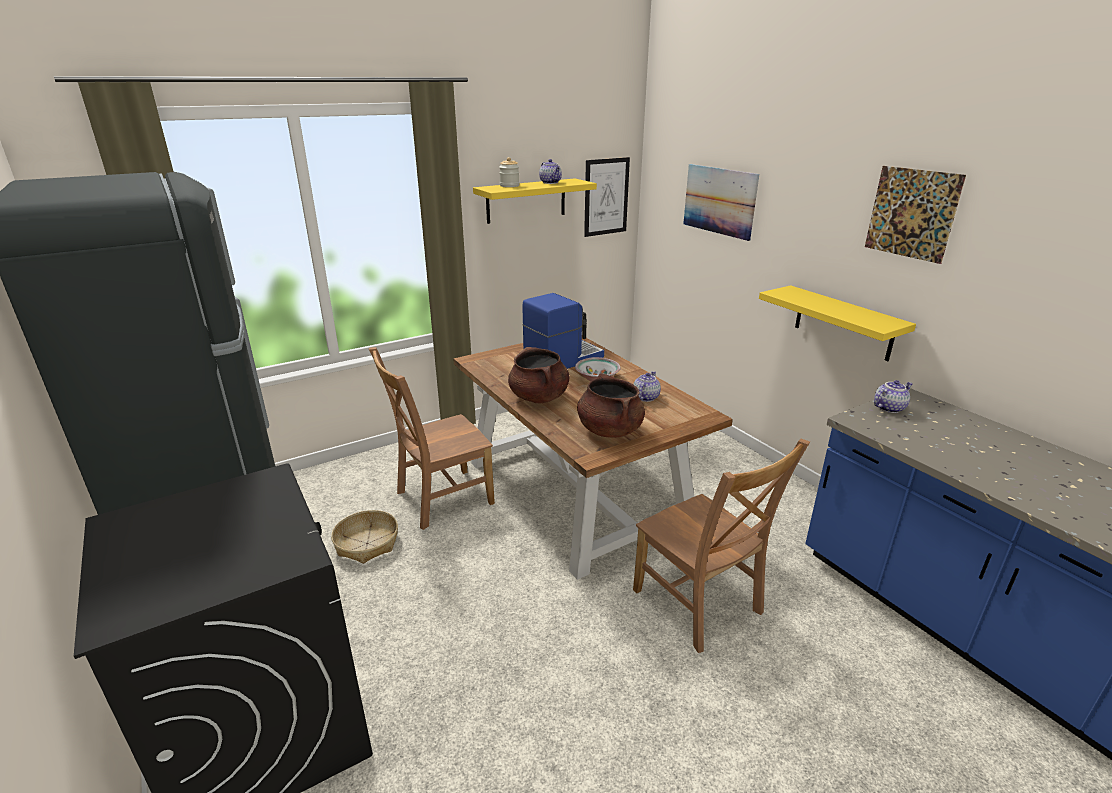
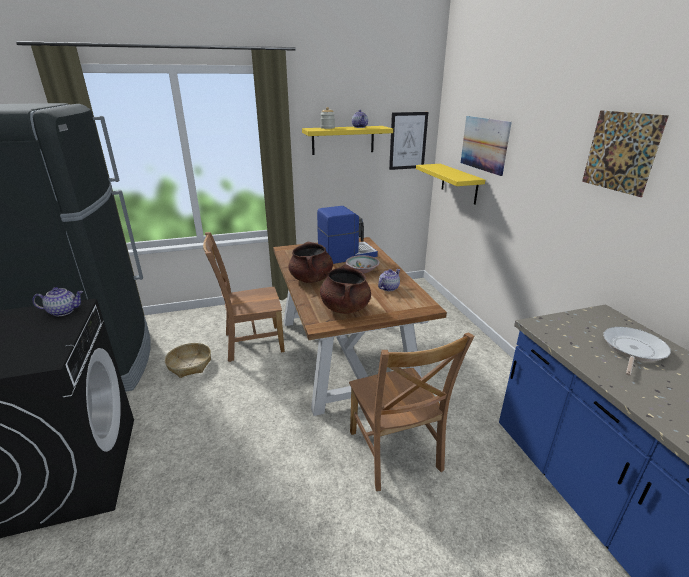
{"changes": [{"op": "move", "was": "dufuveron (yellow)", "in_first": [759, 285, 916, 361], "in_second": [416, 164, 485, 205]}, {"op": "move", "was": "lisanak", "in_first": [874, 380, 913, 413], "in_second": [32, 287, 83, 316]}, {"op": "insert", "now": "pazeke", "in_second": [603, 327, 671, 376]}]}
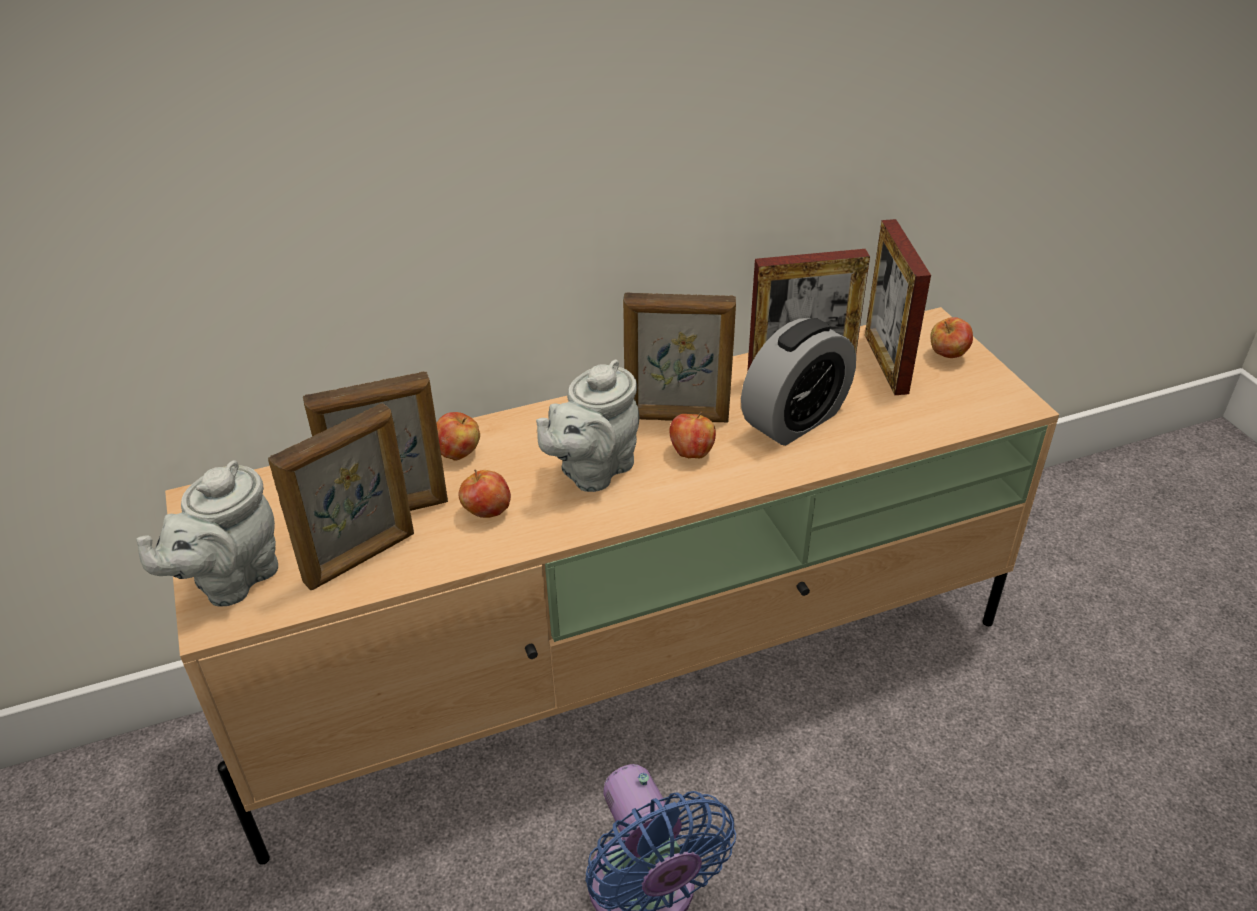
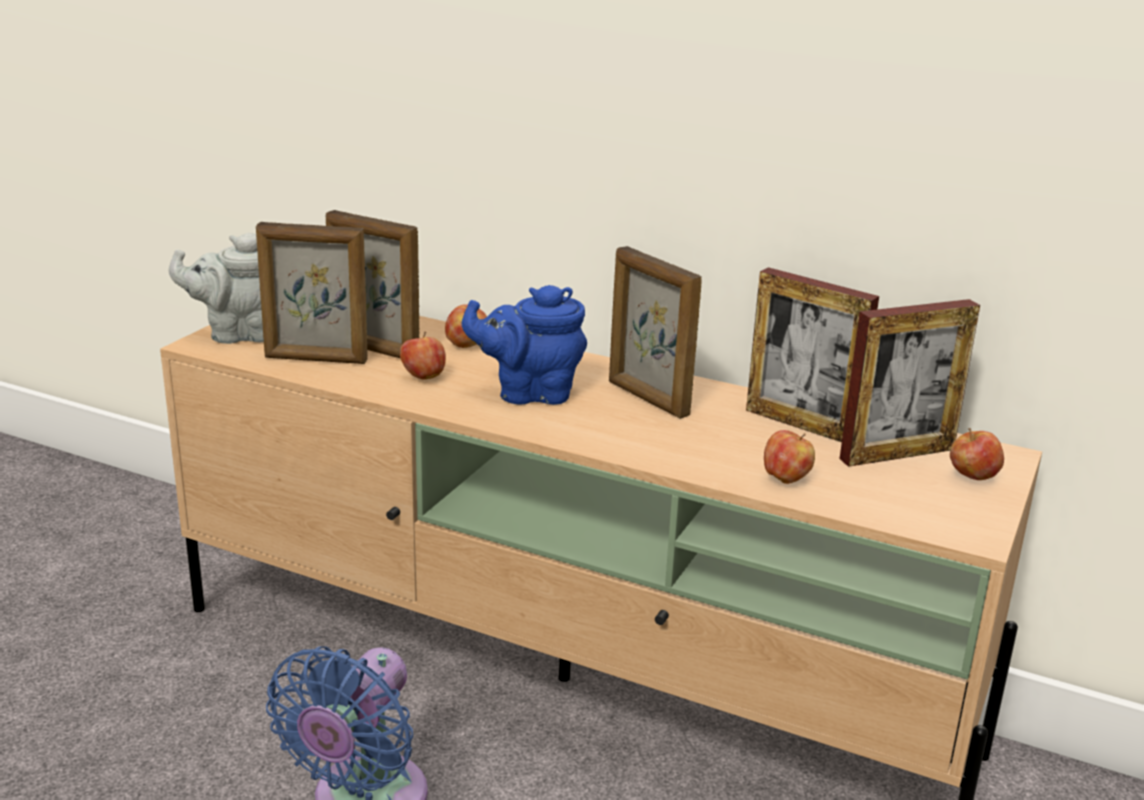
{"changes": [{"op": "rotate", "was": "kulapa", "in_first": [865, 219, 931, 395], "in_second": [839, 299, 980, 467], "clockwise": -150}, {"op": "delete", "was": "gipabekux", "in_first": [741, 318, 856, 446]}, {"op": "recolor", "was": "lisanak (grey)", "now": "lisanak (blue)", "in_first": [536, 360, 639, 492], "in_second": [462, 285, 587, 405]}, {"op": "move", "was": "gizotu", "in_first": [669, 412, 716, 458], "in_second": [764, 430, 815, 484]}]}
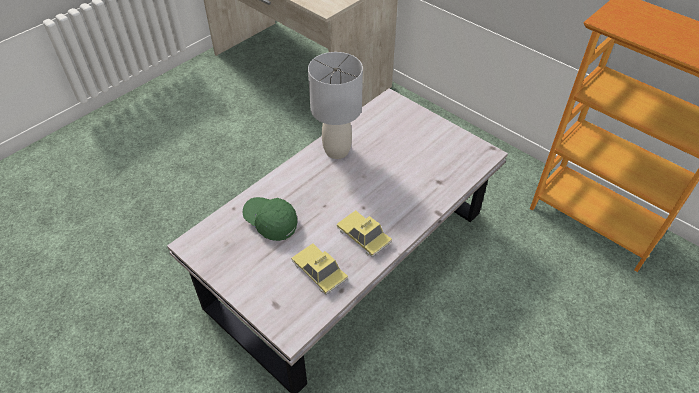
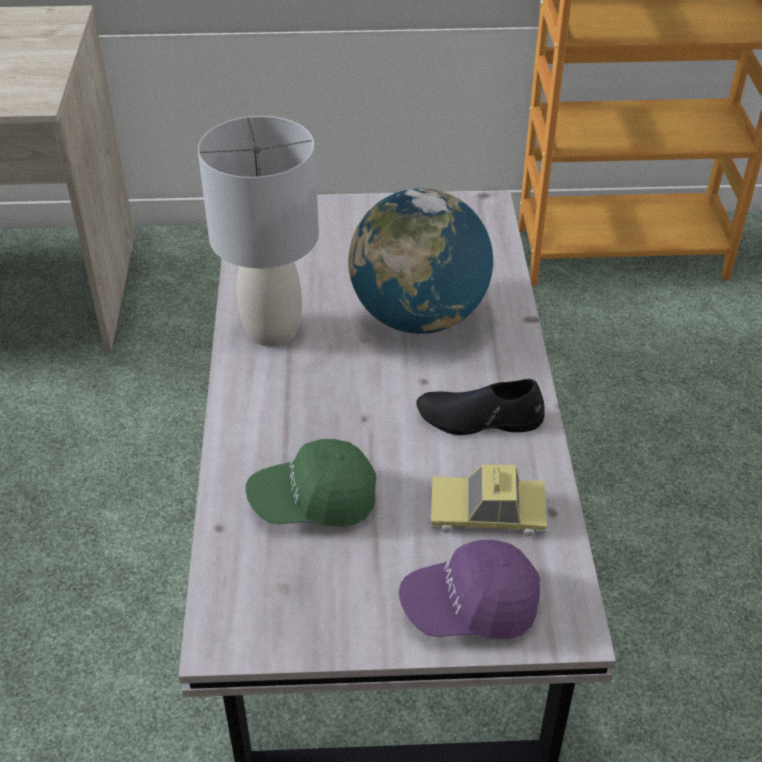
{"changes": [{"op": "replace", "was": "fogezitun", "now": "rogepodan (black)", "in_first": [337, 210, 392, 257], "in_second": [416, 379, 545, 435]}, {"op": "insert", "now": "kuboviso", "in_second": [348, 188, 493, 334]}, {"op": "insert", "now": "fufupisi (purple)", "in_second": [399, 540, 540, 639]}]}
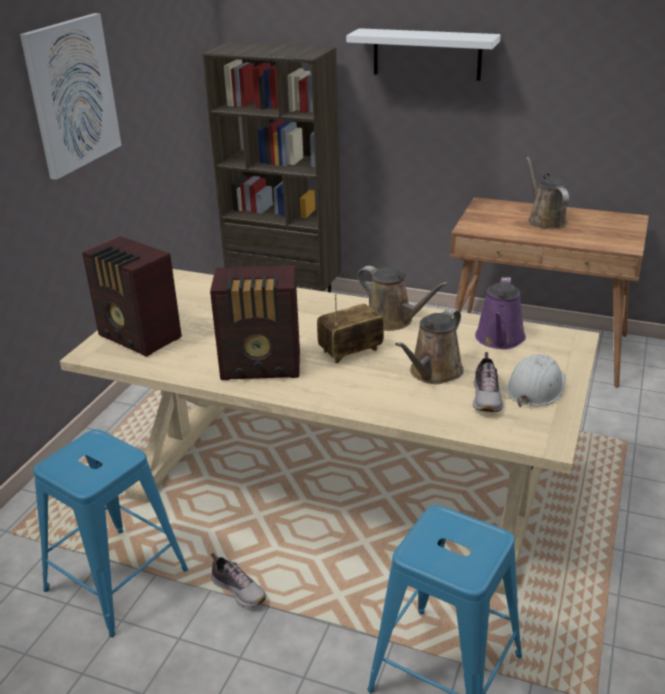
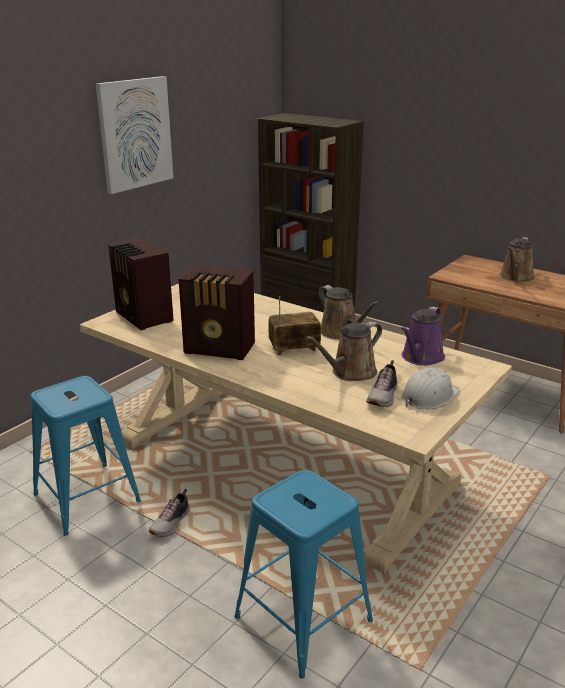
{"changes": [{"op": "delete", "was": "dufuveron (white)", "in_first": [346, 28, 501, 81]}, {"op": "rotate", "was": "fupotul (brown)", "in_first": [526, 157, 569, 229], "in_second": [499, 237, 535, 282], "clockwise": -150}, {"op": "rotate", "was": "rogepodan", "in_first": [211, 553, 266, 608], "in_second": [149, 489, 190, 537], "clockwise": 60}]}
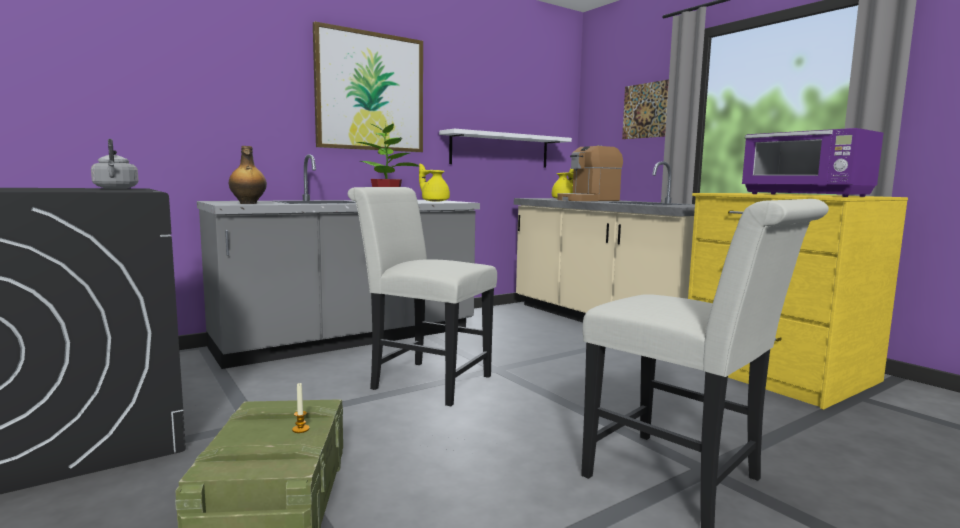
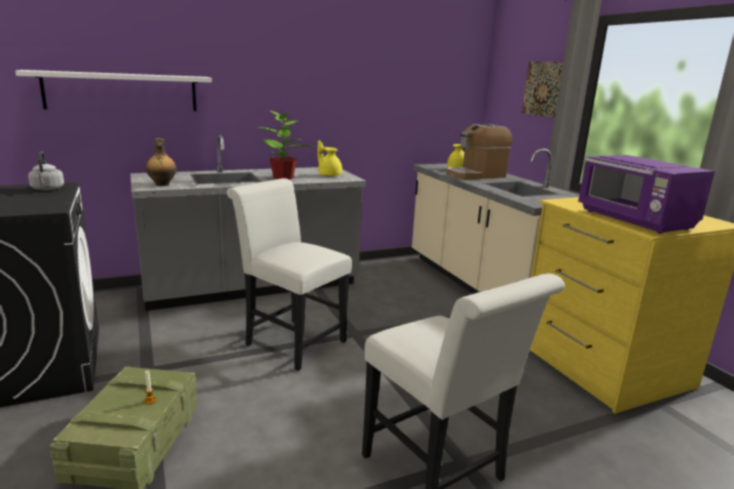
{"changes": [{"op": "delete", "was": "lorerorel", "in_first": [313, 21, 423, 152]}, {"op": "move", "was": "dufuveron (white)", "in_first": [439, 129, 572, 168], "in_second": [16, 70, 212, 111]}]}
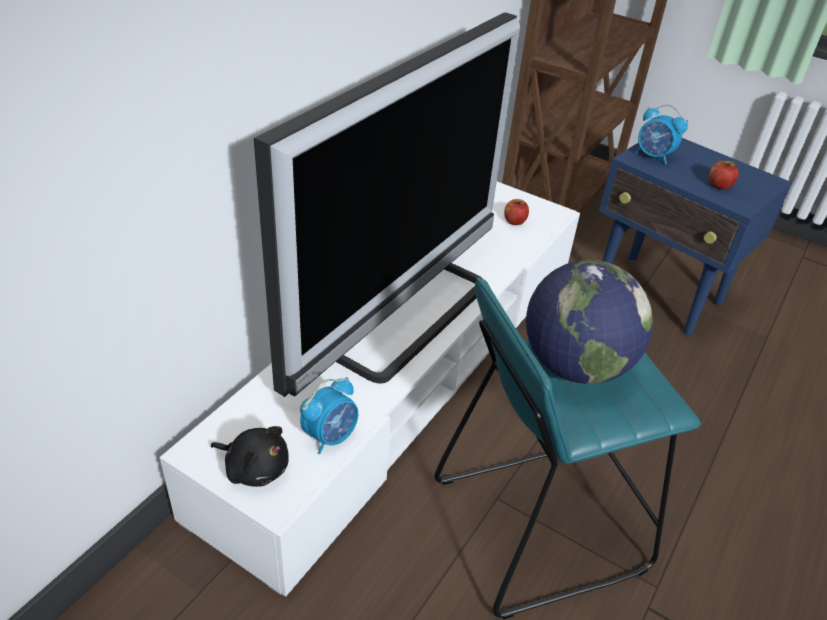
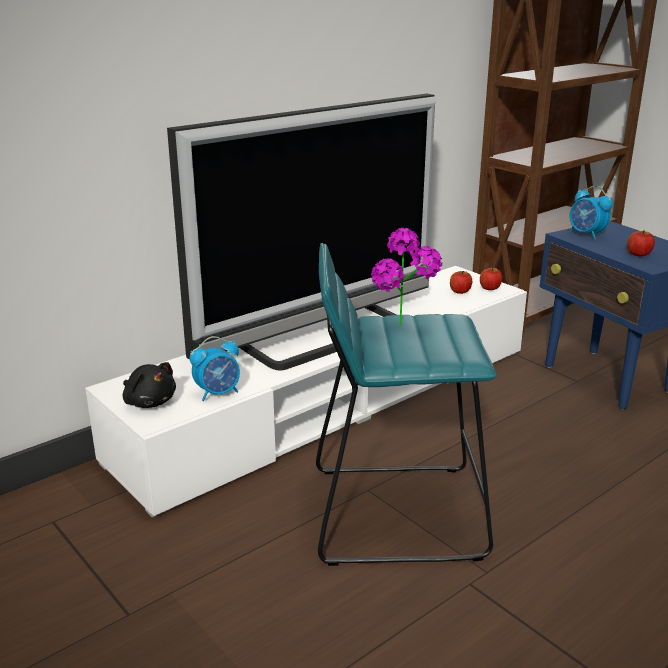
{"changes": [{"op": "replace", "was": "kuboviso", "now": "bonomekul", "in_first": [526, 260, 653, 384], "in_second": [371, 228, 442, 326]}, {"op": "insert", "now": "gizotu", "in_second": [480, 268, 502, 290]}]}
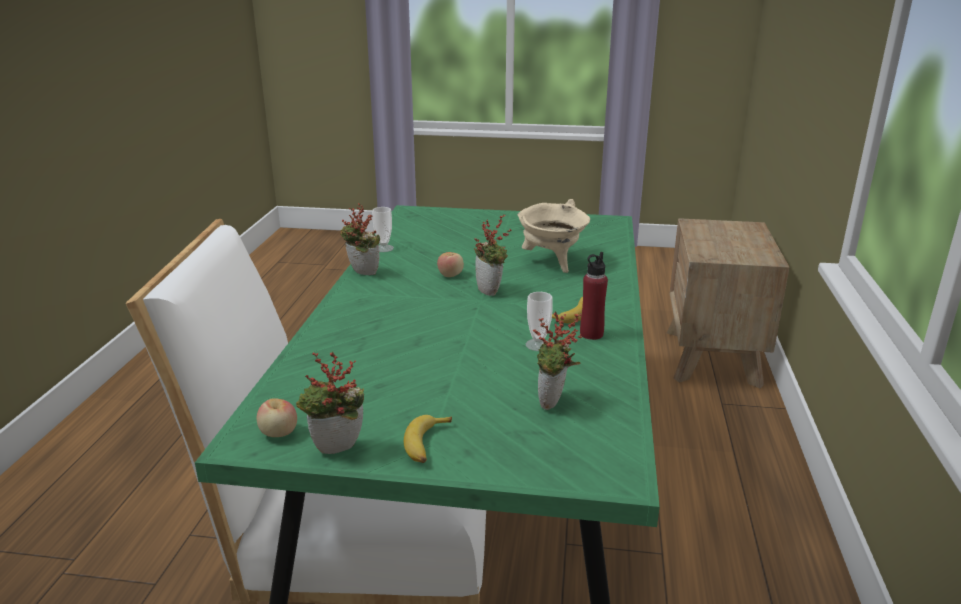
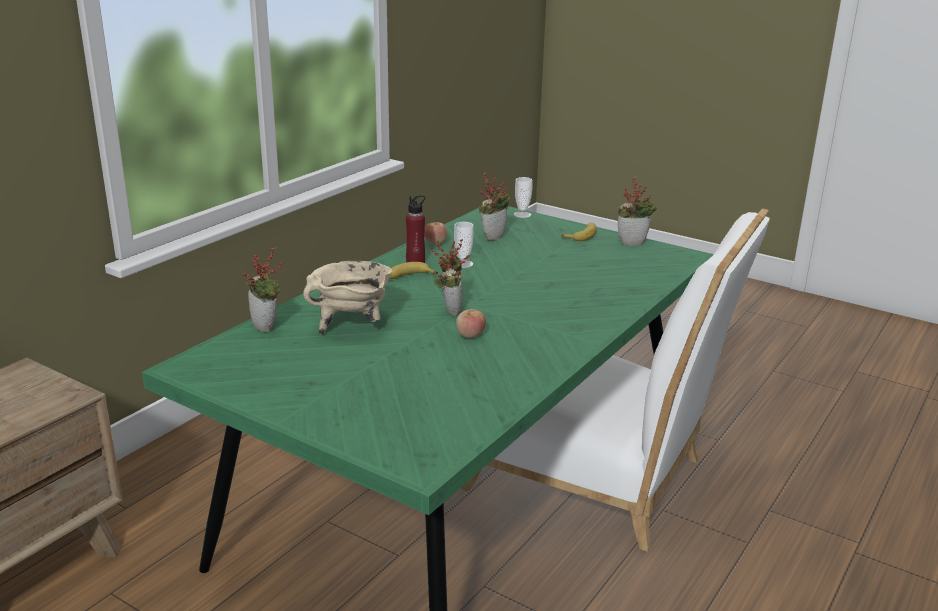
{"changes": [{"op": "move", "was": "bonomekul", "in_first": [340, 203, 380, 275], "in_second": [244, 246, 283, 332]}, {"op": "move", "was": "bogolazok", "in_first": [372, 207, 394, 252], "in_second": [514, 177, 532, 218]}, {"op": "move", "was": "gizotu", "in_first": [257, 398, 297, 437], "in_second": [424, 222, 447, 245]}]}
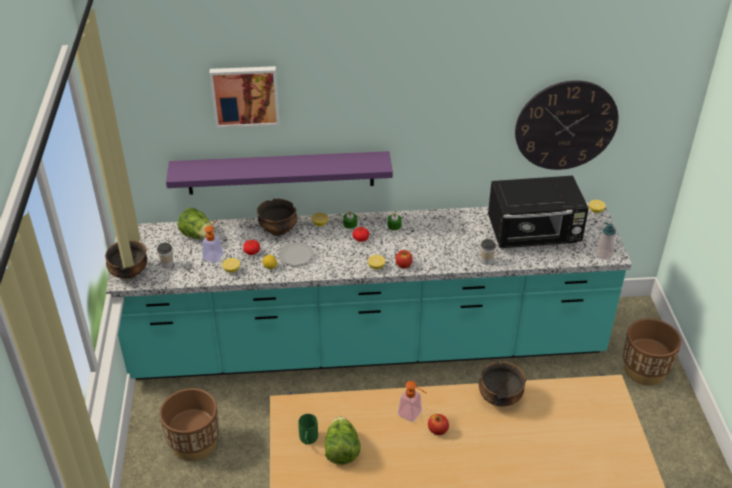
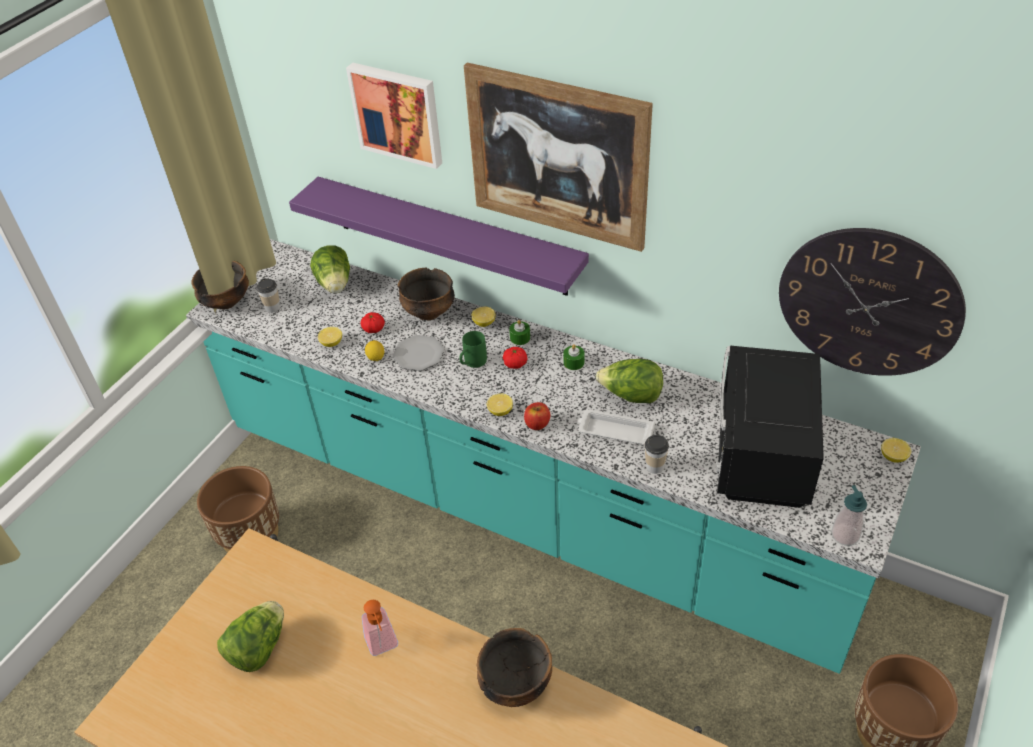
{"changes": [{"op": "rotate", "was": "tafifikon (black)", "in_first": [488, 176, 589, 248], "in_second": [716, 346, 824, 508], "clockwise": 75}, {"op": "delete", "was": "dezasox", "in_first": [202, 220, 223, 263]}, {"op": "move", "was": "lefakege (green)", "in_first": [298, 414, 318, 445], "in_second": [459, 331, 487, 368]}, {"op": "delete", "was": "gizotu", "in_first": [428, 414, 449, 435]}, {"op": "insert", "now": "lorerorel", "in_second": [464, 63, 653, 252]}, {"op": "insert", "now": "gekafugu", "in_second": [596, 359, 663, 403]}, {"op": "insert", "now": "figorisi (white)", "in_second": [578, 409, 655, 445]}]}
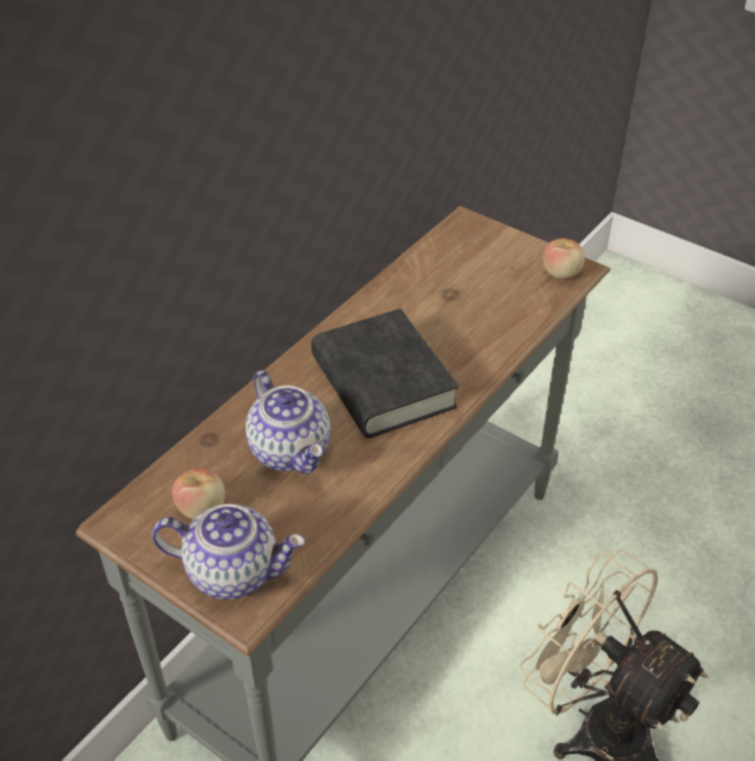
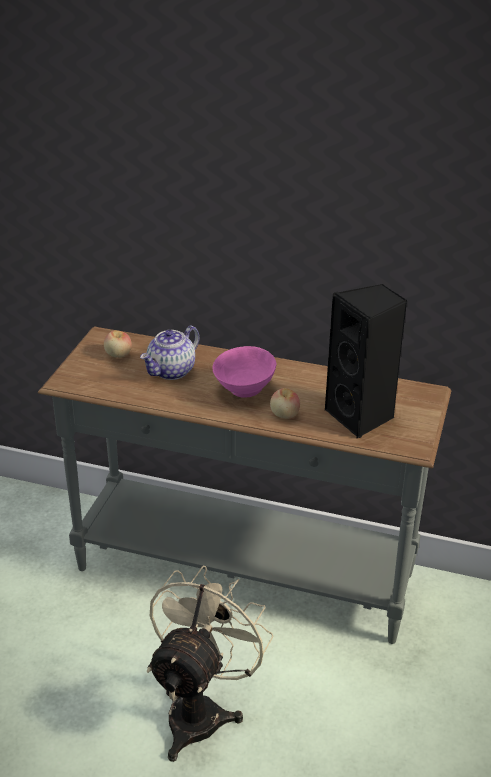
{"changes": [{"op": "move", "was": "gizotu", "in_first": [543, 238, 585, 278], "in_second": [270, 388, 300, 419]}, {"op": "replace", "was": "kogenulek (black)", "now": "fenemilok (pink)", "in_first": [311, 309, 459, 438], "in_second": [212, 346, 276, 398]}, {"op": "delete", "was": "lisanak", "in_first": [152, 504, 305, 600]}, {"op": "insert", "now": "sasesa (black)", "in_second": [325, 284, 407, 438]}]}
